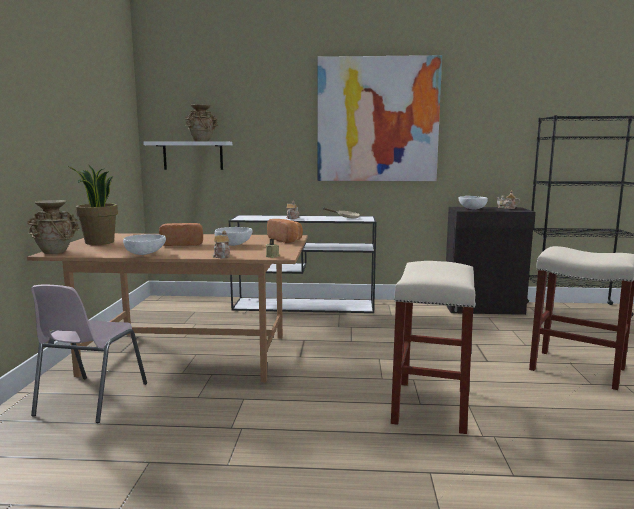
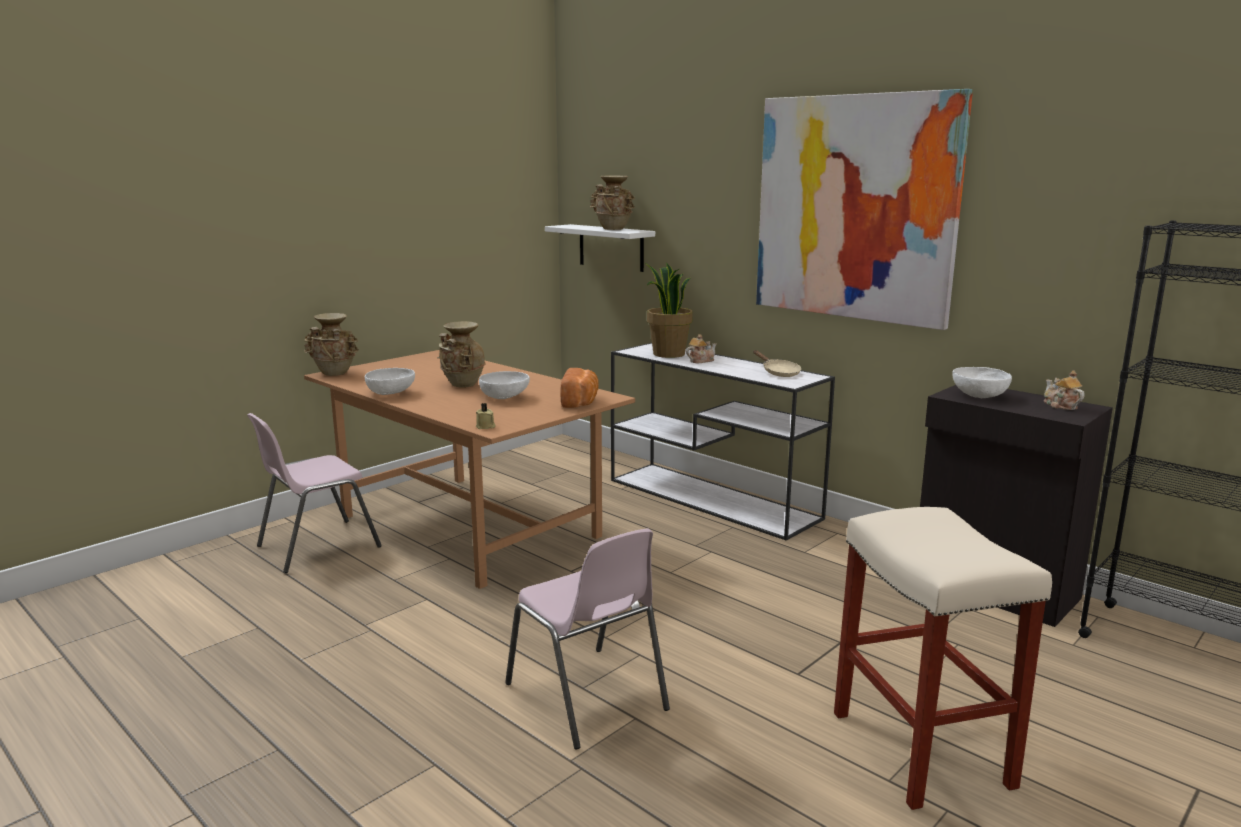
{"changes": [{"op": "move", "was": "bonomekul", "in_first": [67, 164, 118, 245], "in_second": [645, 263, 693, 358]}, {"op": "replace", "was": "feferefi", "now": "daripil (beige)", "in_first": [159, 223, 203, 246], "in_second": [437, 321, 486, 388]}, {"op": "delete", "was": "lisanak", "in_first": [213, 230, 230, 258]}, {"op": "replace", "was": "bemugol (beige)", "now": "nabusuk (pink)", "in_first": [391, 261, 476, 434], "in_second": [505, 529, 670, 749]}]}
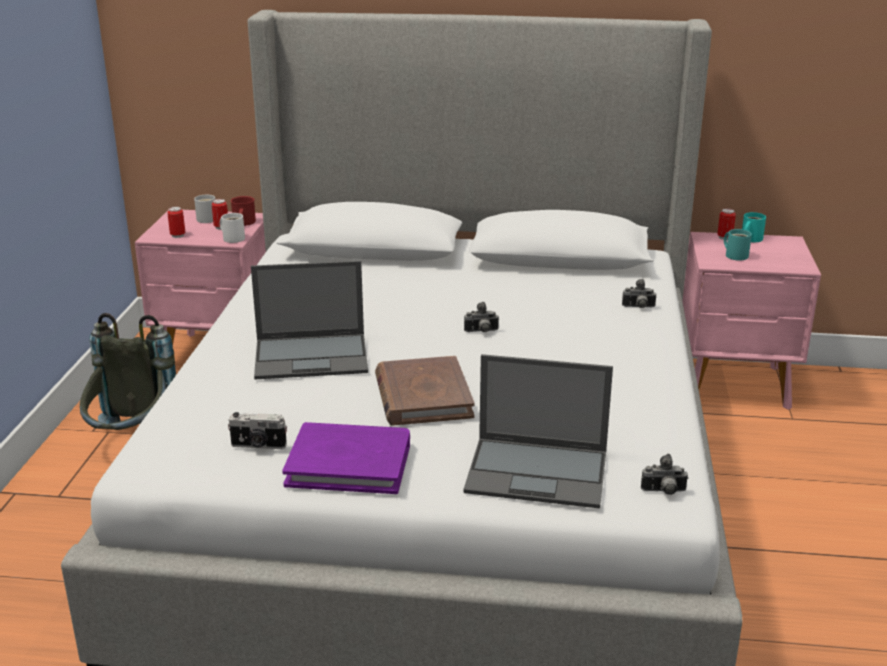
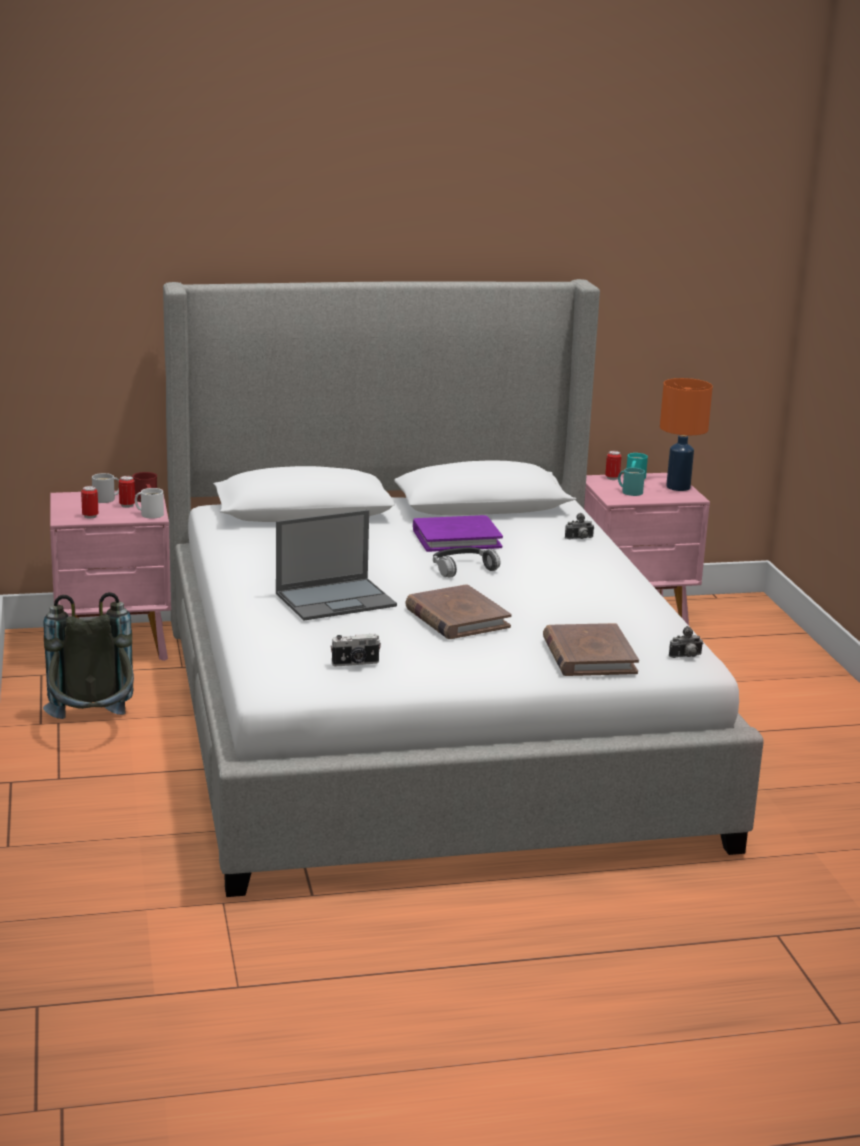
{"changes": [{"op": "replace", "was": "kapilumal", "now": "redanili", "in_first": [464, 302, 499, 332], "in_second": [433, 547, 501, 578]}, {"op": "replace", "was": "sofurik", "now": "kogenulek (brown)", "in_first": [463, 354, 613, 509], "in_second": [543, 623, 639, 676]}, {"op": "move", "was": "kogenulek (purple)", "in_first": [282, 422, 410, 494], "in_second": [413, 515, 503, 552]}, {"op": "insert", "now": "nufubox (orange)", "in_second": [660, 378, 713, 491]}]}
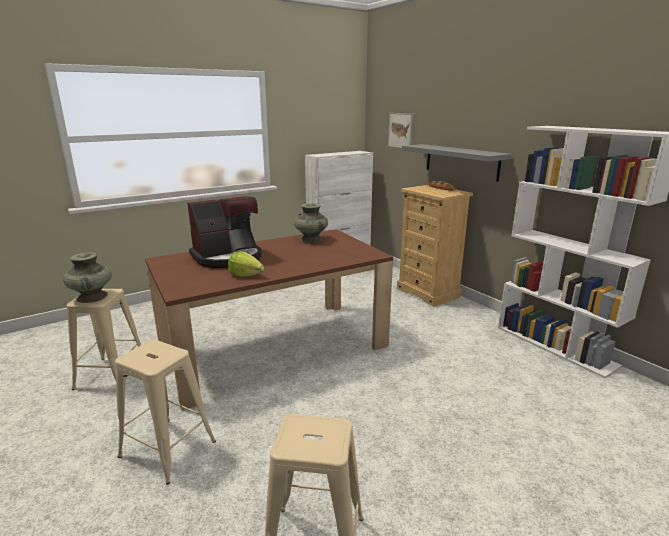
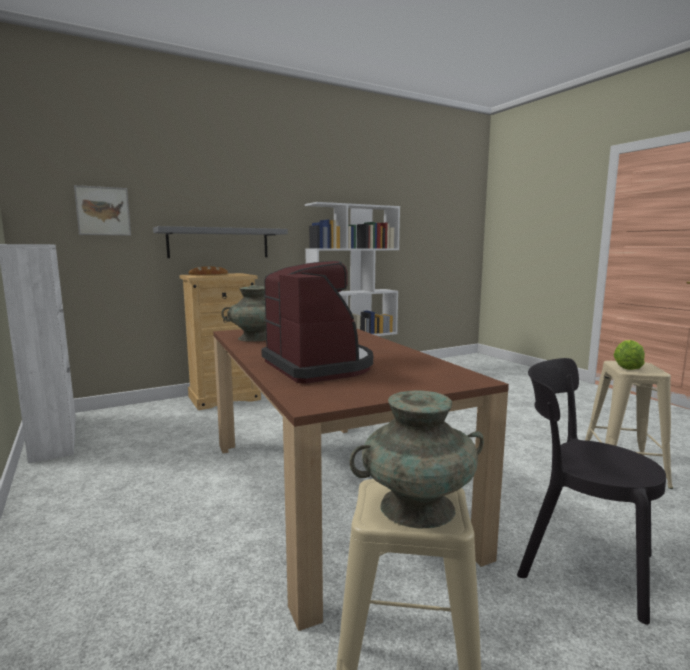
{"changes": [{"op": "move", "was": "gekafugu", "in_first": [228, 251, 264, 277], "in_second": [614, 340, 645, 370]}, {"op": "replace", "was": "bemugol (beige)", "now": "nabusuk (black)", "in_first": [115, 340, 216, 484], "in_second": [517, 358, 666, 625]}]}
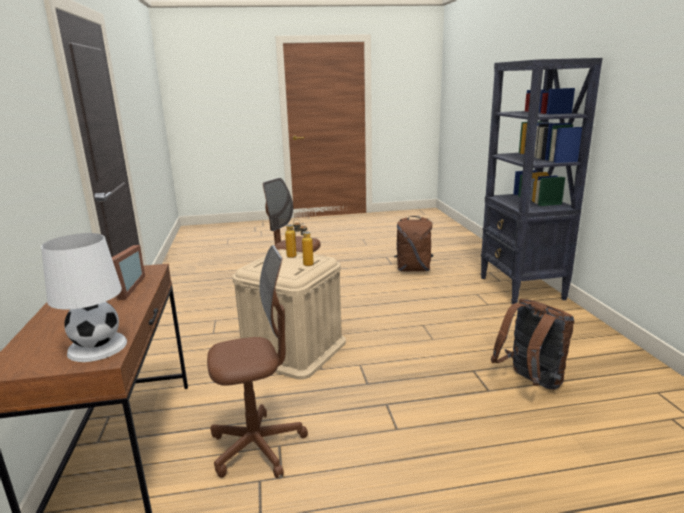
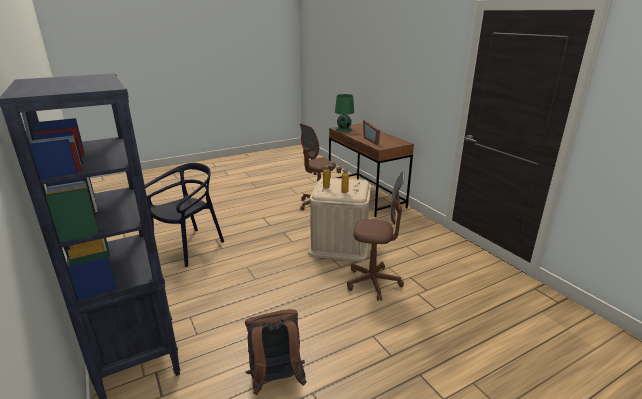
{"changes": [{"op": "recolor", "was": "nufubox (white)", "now": "nufubox (green)", "in_first": [41, 233, 127, 362], "in_second": [335, 94, 354, 132]}, {"op": "replace", "was": "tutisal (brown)", "now": "nabusuk (black)", "in_first": [491, 299, 574, 390], "in_second": [145, 163, 224, 267]}]}
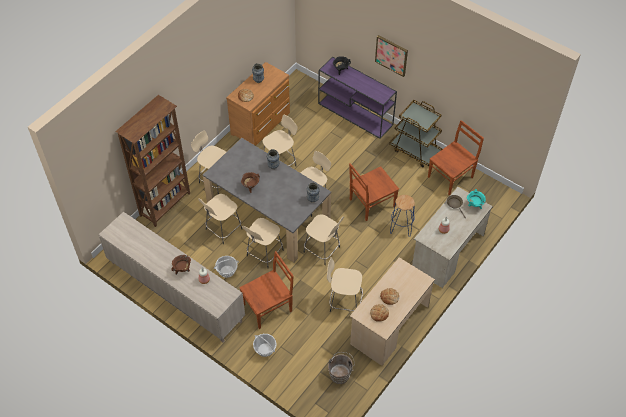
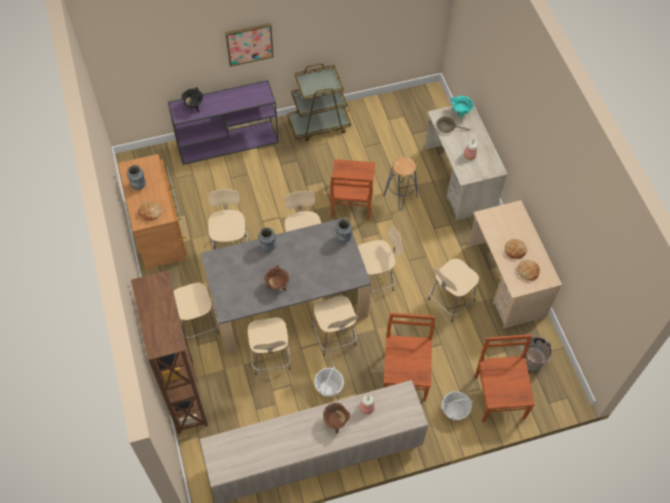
{"changes": [{"op": "move", "was": "nabusuk (brown)", "in_first": [428, 120, 484, 195], "in_second": [475, 334, 535, 423]}]}
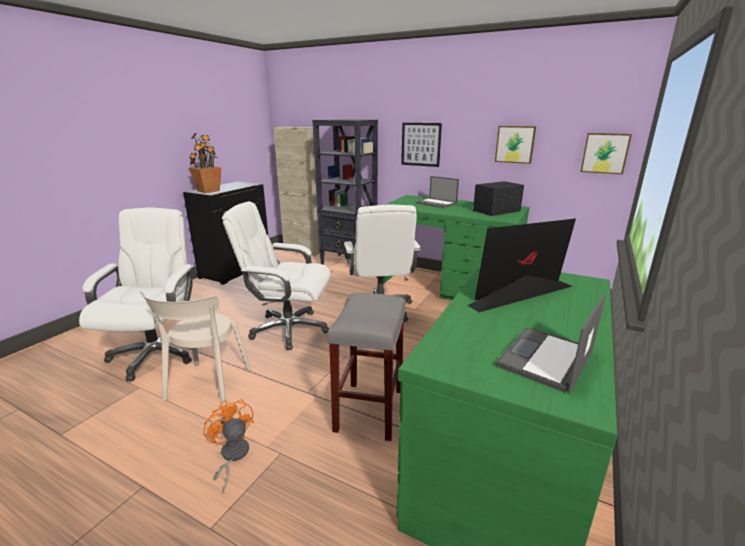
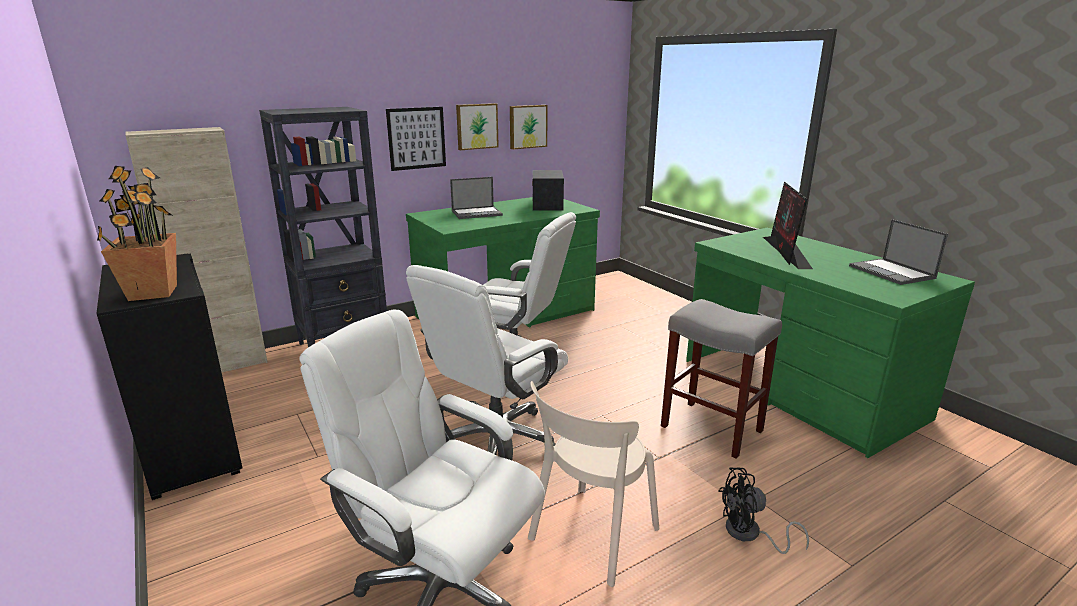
{"changes": [{"op": "move", "was": "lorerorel", "in_first": [580, 133, 632, 174], "in_second": [456, 103, 499, 150]}, {"op": "rotate", "was": "nabusuk (beige)", "in_first": [139, 291, 251, 406], "in_second": [528, 381, 659, 587], "clockwise": 90}, {"op": "recolor", "was": "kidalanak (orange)", "now": "kidalanak (black)", "in_first": [203, 399, 254, 494], "in_second": [718, 468, 809, 554]}]}
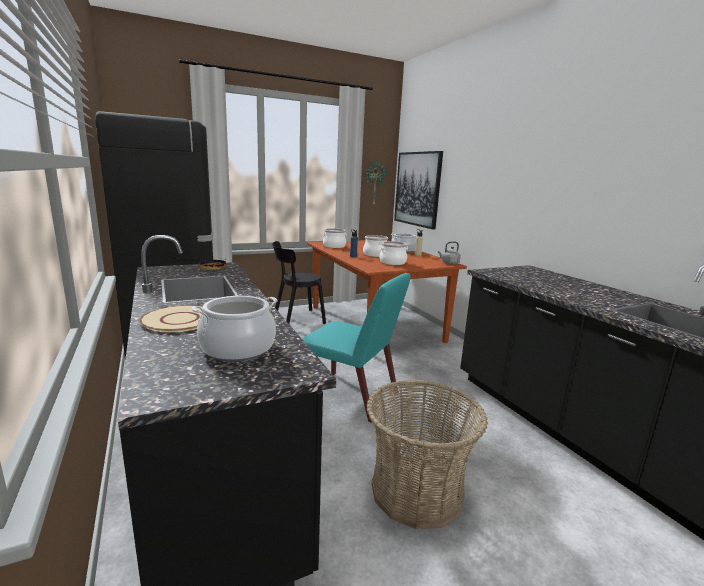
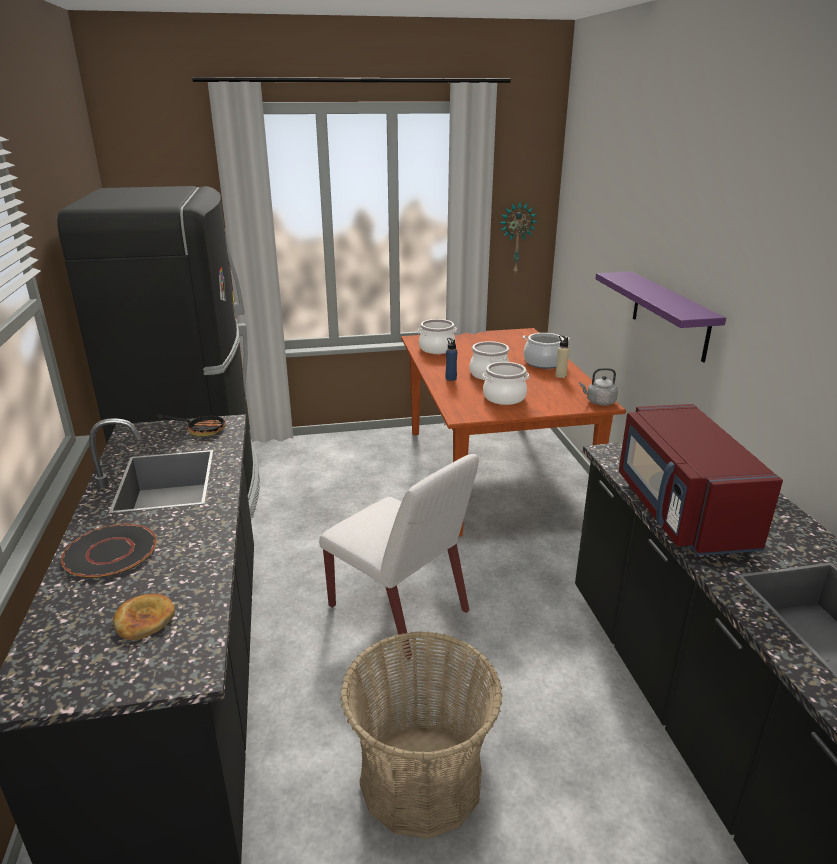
{"changes": [{"op": "delete", "was": "lorerorel", "in_first": [394, 151, 443, 229]}, {"op": "delete", "was": "nabusuk (black)", "in_first": [272, 241, 326, 324]}, {"op": "recolor", "was": "nabusuk (turquoise)", "now": "nabusuk (white)", "in_first": [302, 273, 411, 423], "in_second": [319, 454, 479, 660]}, {"op": "replace", "was": "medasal", "now": "feferefi", "in_first": [192, 296, 277, 362], "in_second": [113, 593, 175, 640]}, {"op": "recolor", "was": "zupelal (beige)", "now": "zupelal (black)", "in_first": [139, 305, 203, 332], "in_second": [61, 524, 157, 578]}, {"op": "insert", "now": "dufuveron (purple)", "in_second": [595, 271, 726, 363]}, {"op": "insert", "now": "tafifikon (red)", "in_second": [619, 404, 783, 556]}]}
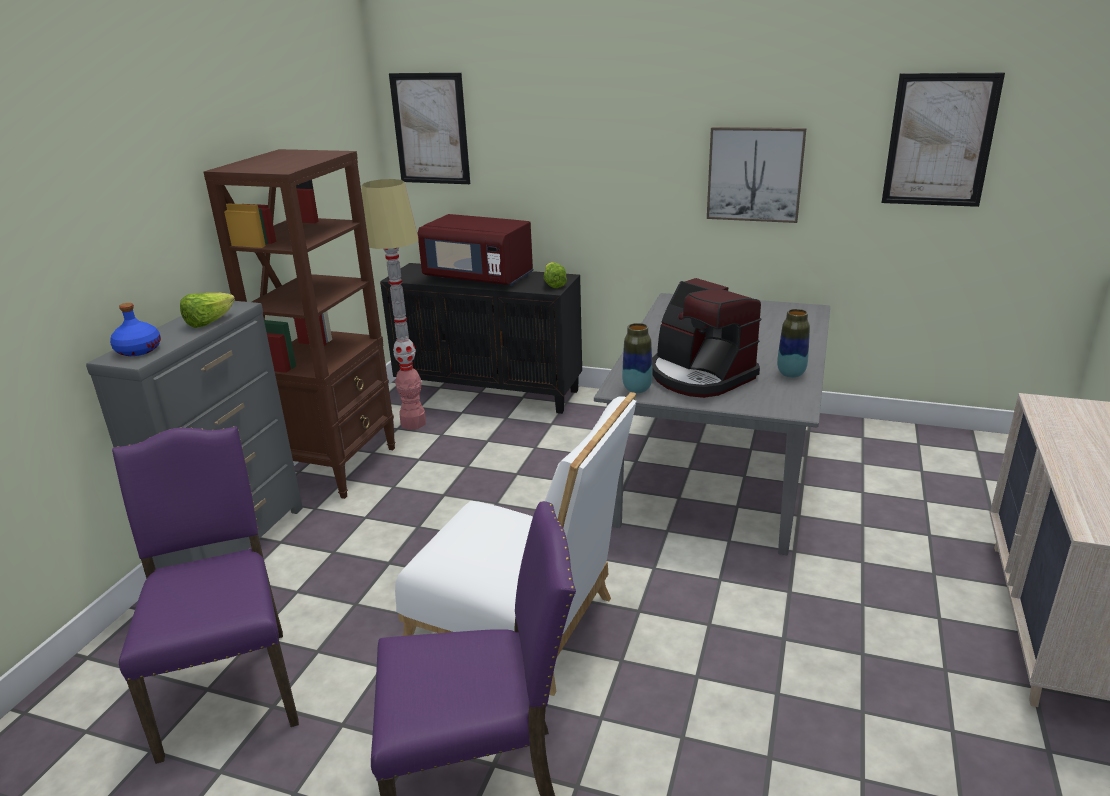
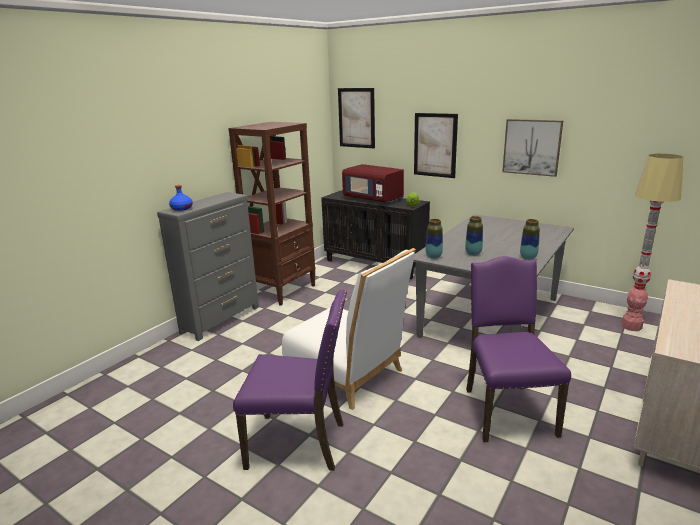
{"changes": [{"op": "move", "was": "lorerorel", "in_first": [882, 73, 1005, 207], "in_second": [414, 113, 458, 178]}, {"op": "move", "was": "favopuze", "in_first": [362, 179, 426, 430], "in_second": [622, 154, 684, 331]}, {"op": "replace", "was": "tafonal", "now": "daripil", "in_first": [652, 278, 761, 398], "in_second": [465, 216, 483, 256]}, {"op": "delete", "was": "gekafugu", "in_first": [180, 293, 235, 328]}, {"op": "move", "was": "nabusuk (purple)", "in_first": [112, 426, 299, 764], "in_second": [466, 256, 571, 442]}]}
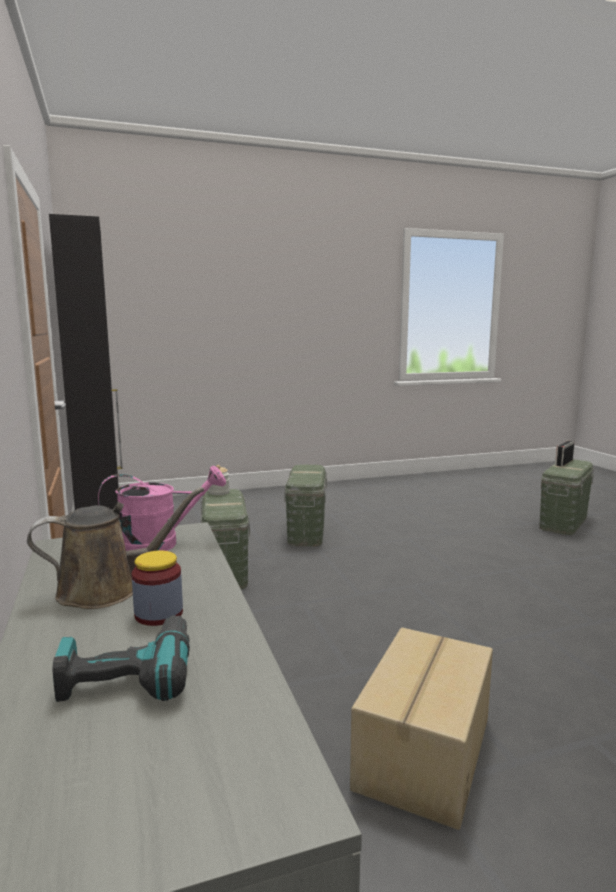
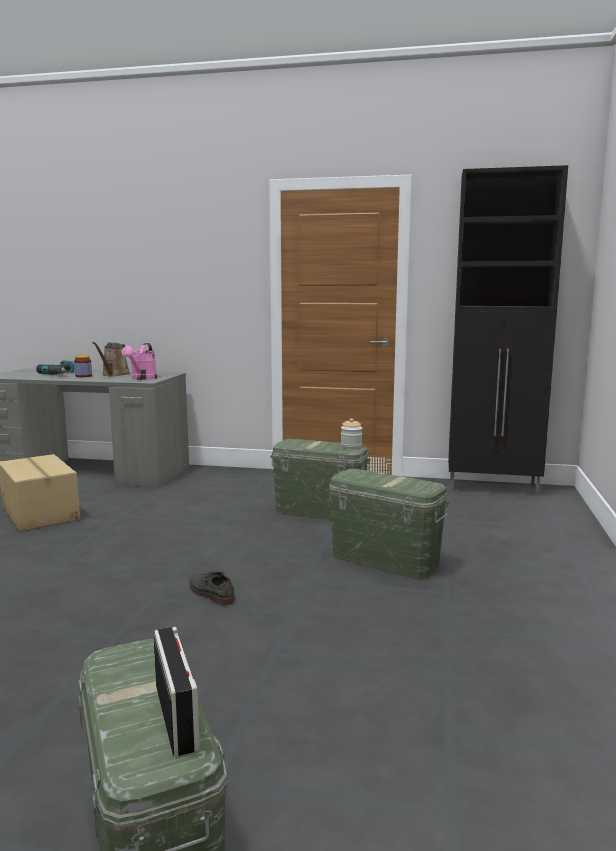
{"changes": [{"op": "insert", "now": "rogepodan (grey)", "in_second": [189, 571, 235, 605]}]}
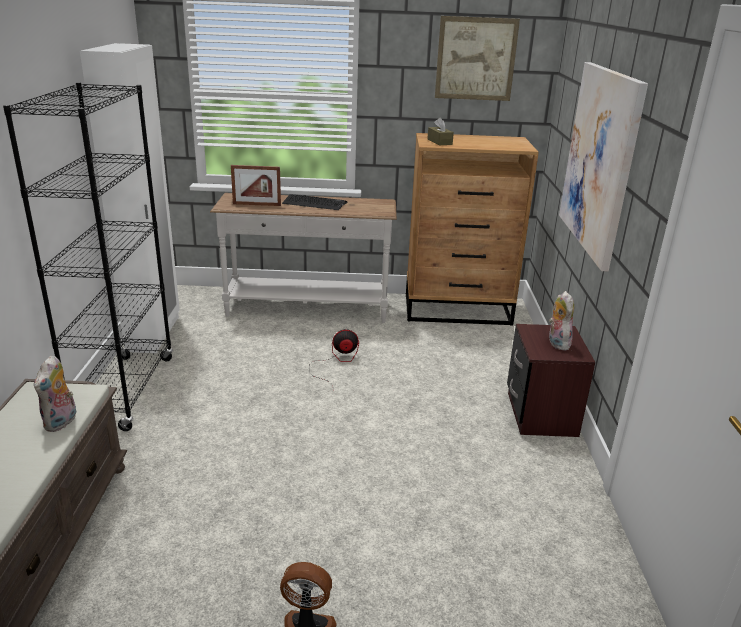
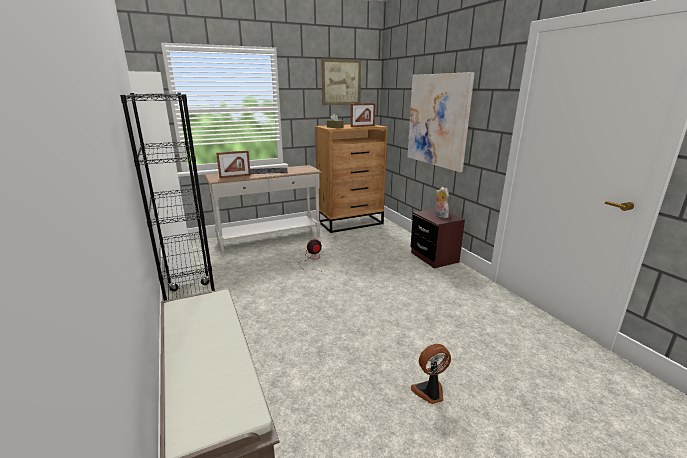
{"changes": [{"op": "delete", "was": "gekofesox", "in_first": [34, 355, 76, 432]}, {"op": "insert", "now": "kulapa", "in_second": [351, 103, 375, 127]}]}
